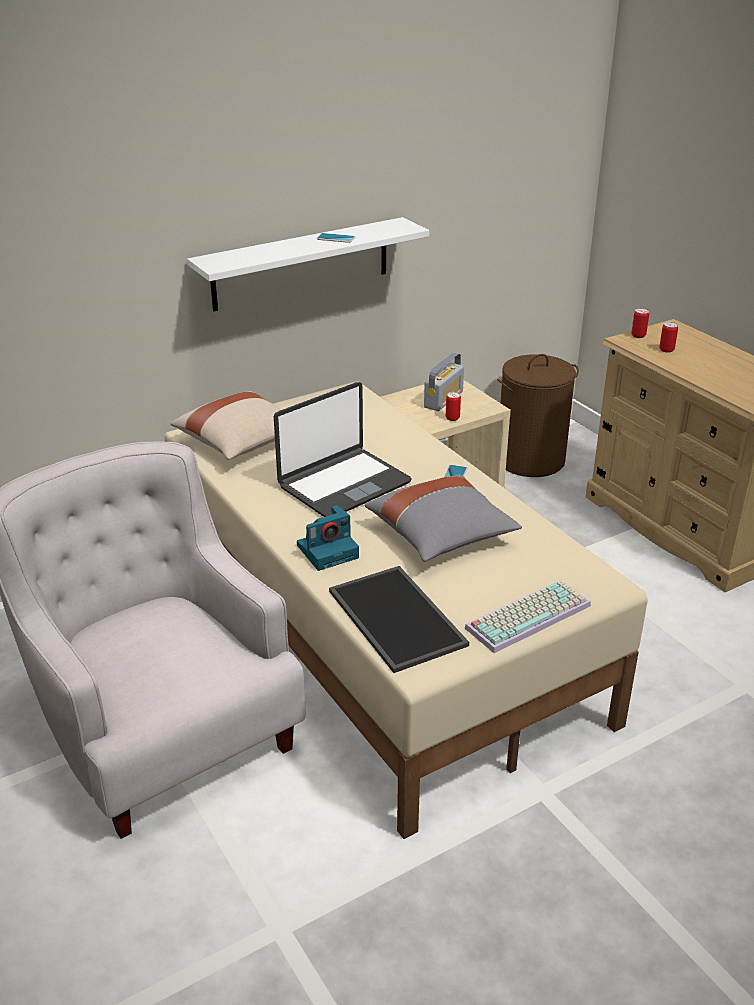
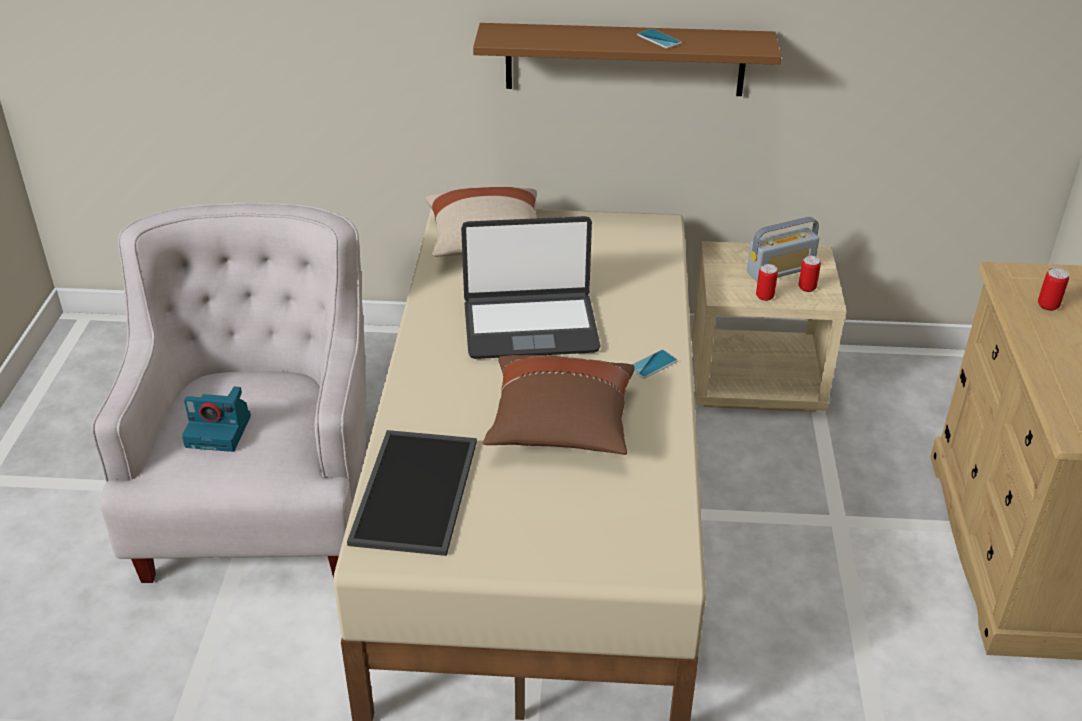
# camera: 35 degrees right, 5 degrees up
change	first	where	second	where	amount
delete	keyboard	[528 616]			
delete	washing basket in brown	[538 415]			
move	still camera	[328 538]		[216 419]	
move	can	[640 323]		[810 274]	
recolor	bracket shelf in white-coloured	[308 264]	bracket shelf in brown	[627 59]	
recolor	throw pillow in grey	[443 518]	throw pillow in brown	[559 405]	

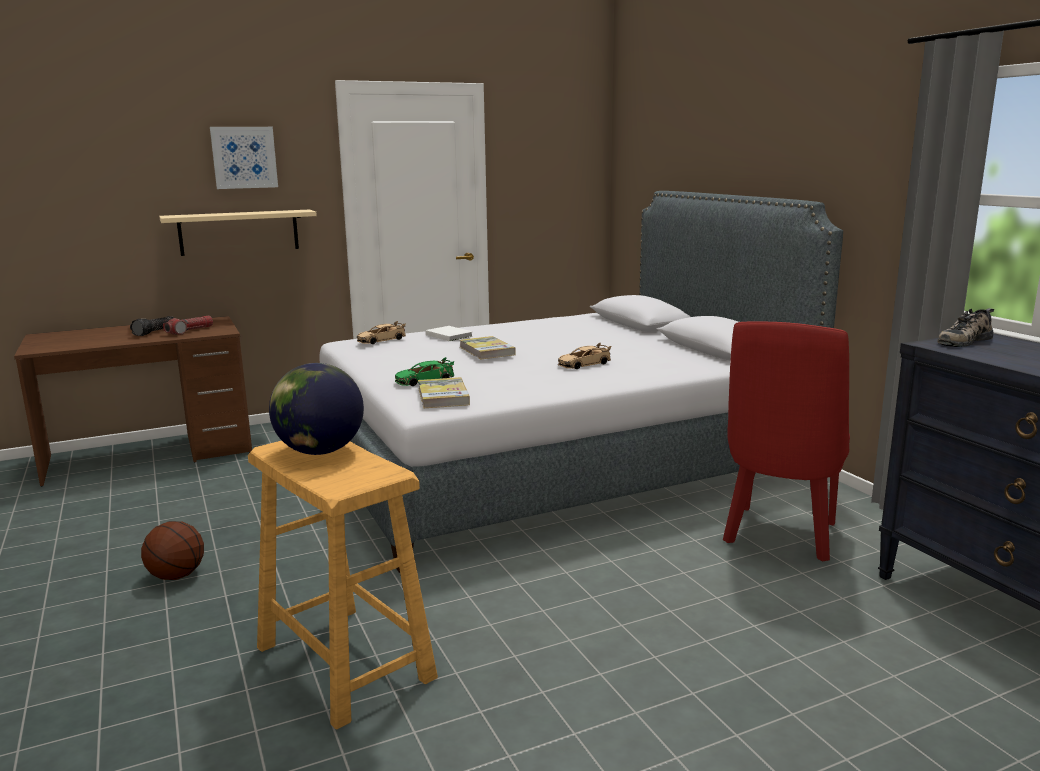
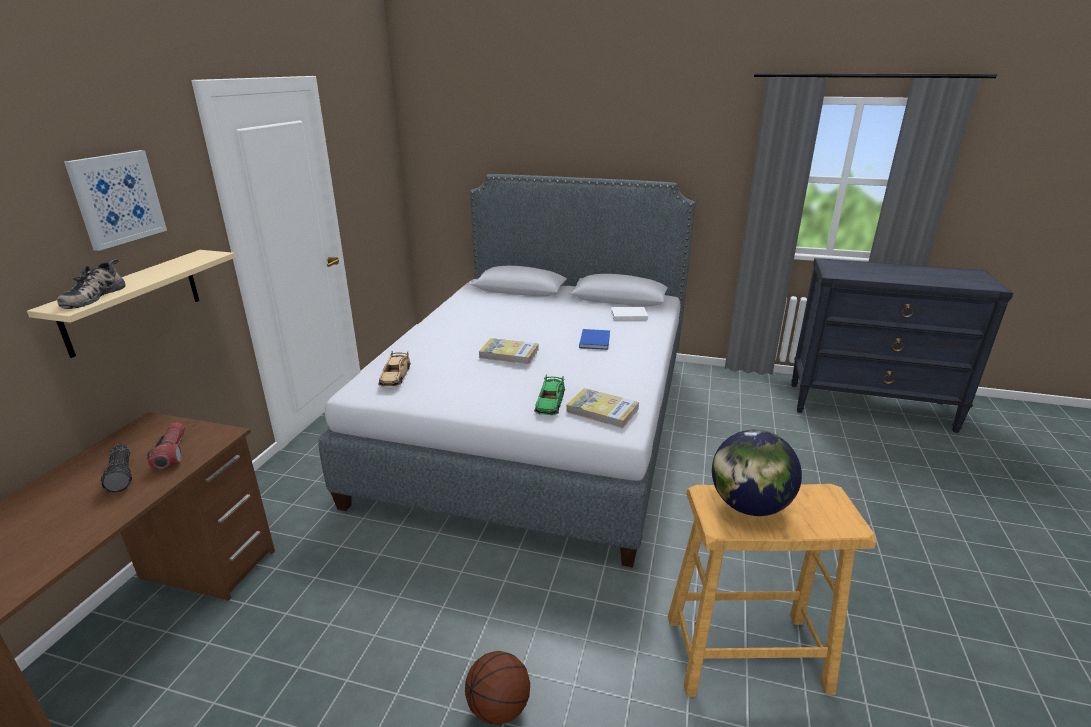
# camera: 50 degrees left, 10 degrees up
change	first	where	second	where	amount
delete	upright chair in red-coloured	[786 441]			
move	book in white-coloured	[449 333]		[629 313]	
move	shoe	[965 327]		[91 284]	
replace	model car in beige-coloured	[584 356]	book in bluish	[594 339]	

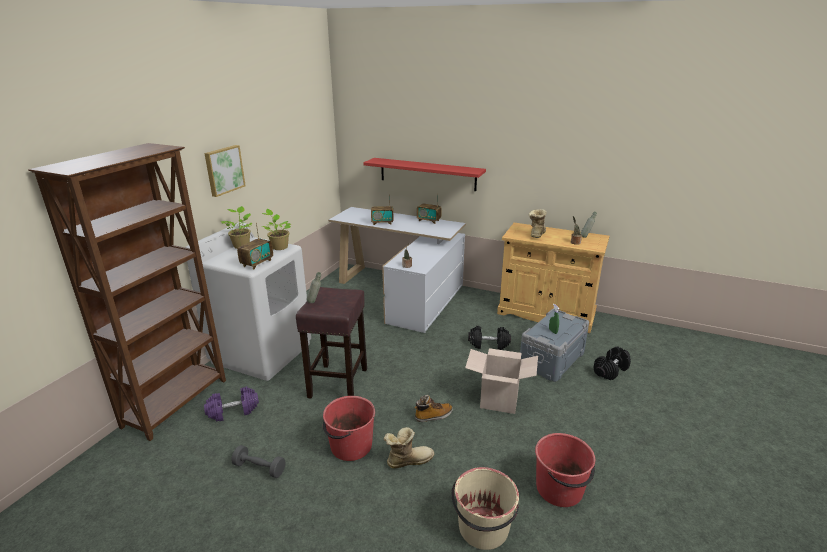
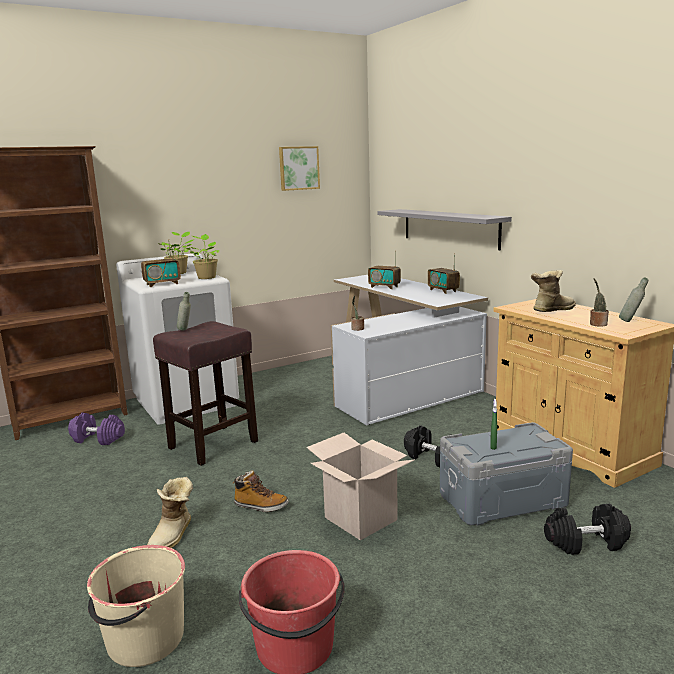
# camera: 35 degrees right, 10 degrees down
change	first	where	second	where	amount
delete	free weight in grey	[258 461]			
delete	water bucket in red-coloured	[349 428]			
move	picture	[225 171]		[299 168]	
recolor	bracket shelf in red-coloured	[424 174]	bracket shelf in grey	[444 229]	
rotate	high-top boot	[409 447]		[170 513]	90 degrees clockwise

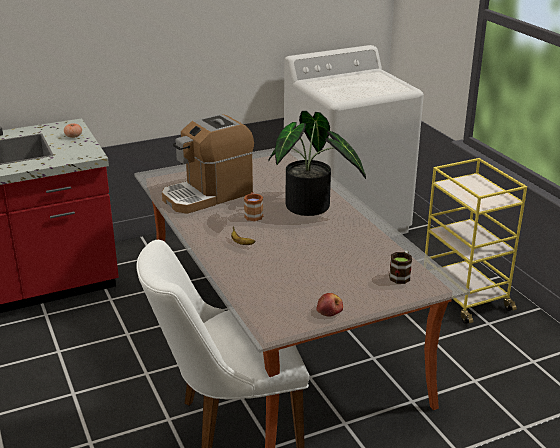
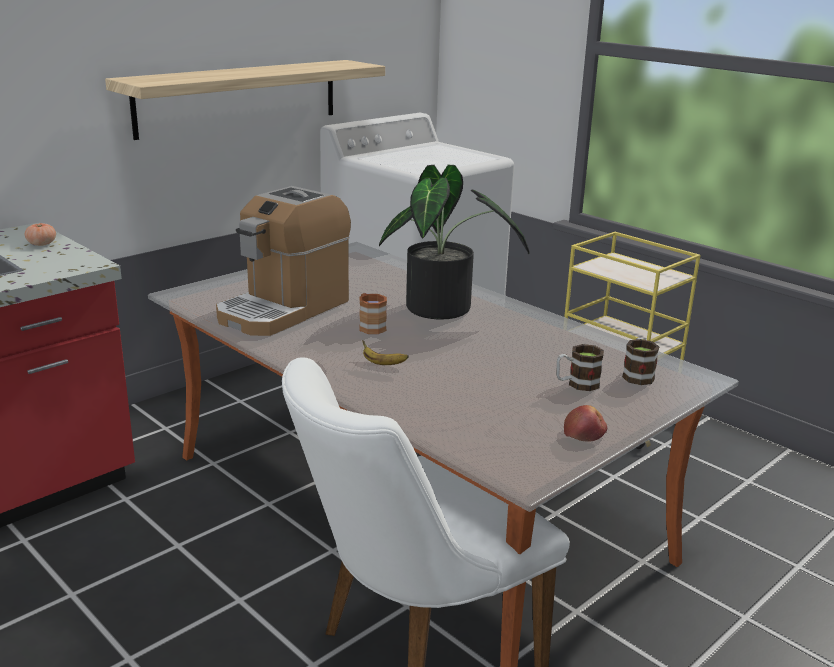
# camera: 20 degrees left, 5 degrees down
change	first	where	second	where	amount
insert			bracket shelf	[245 100]	
insert			mug	[580 367]	

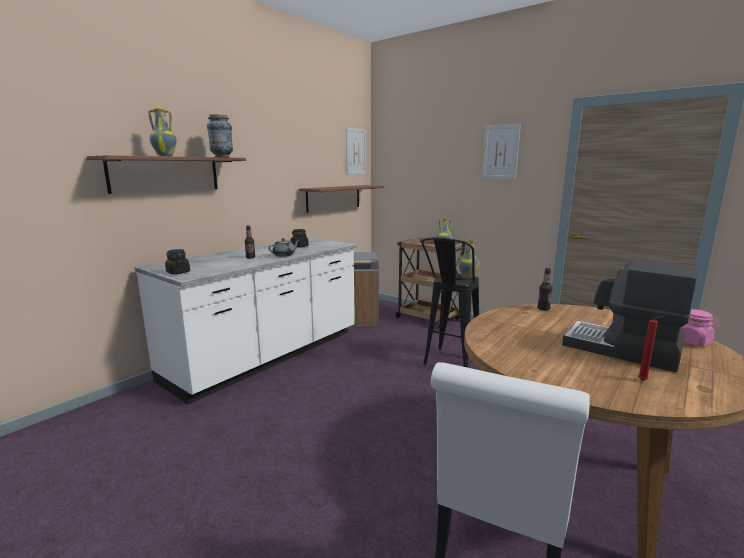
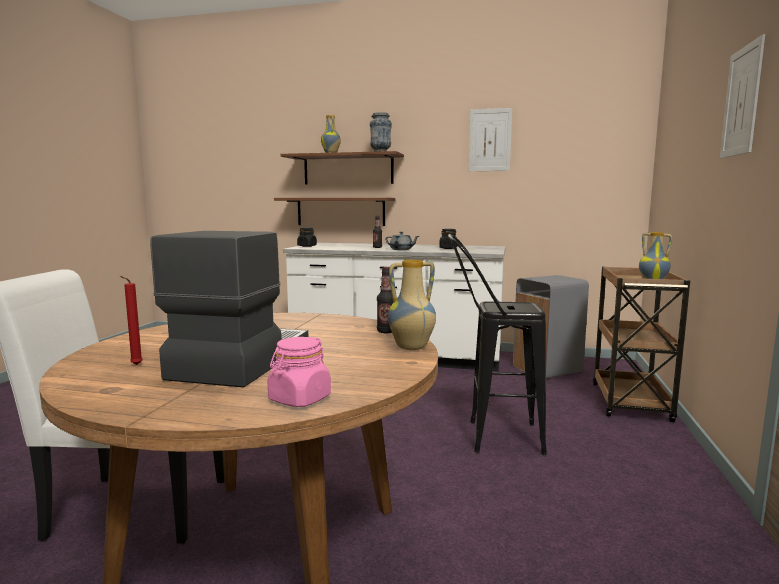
# camera: 65 degrees right, 5 degrees down
change	first	where	second	where	amount
move	bracket shelf in brown	[341 199]		[334 212]	
move	picture	[356 151]		[490 139]	
move	flower vase	[468 259]		[412 305]	

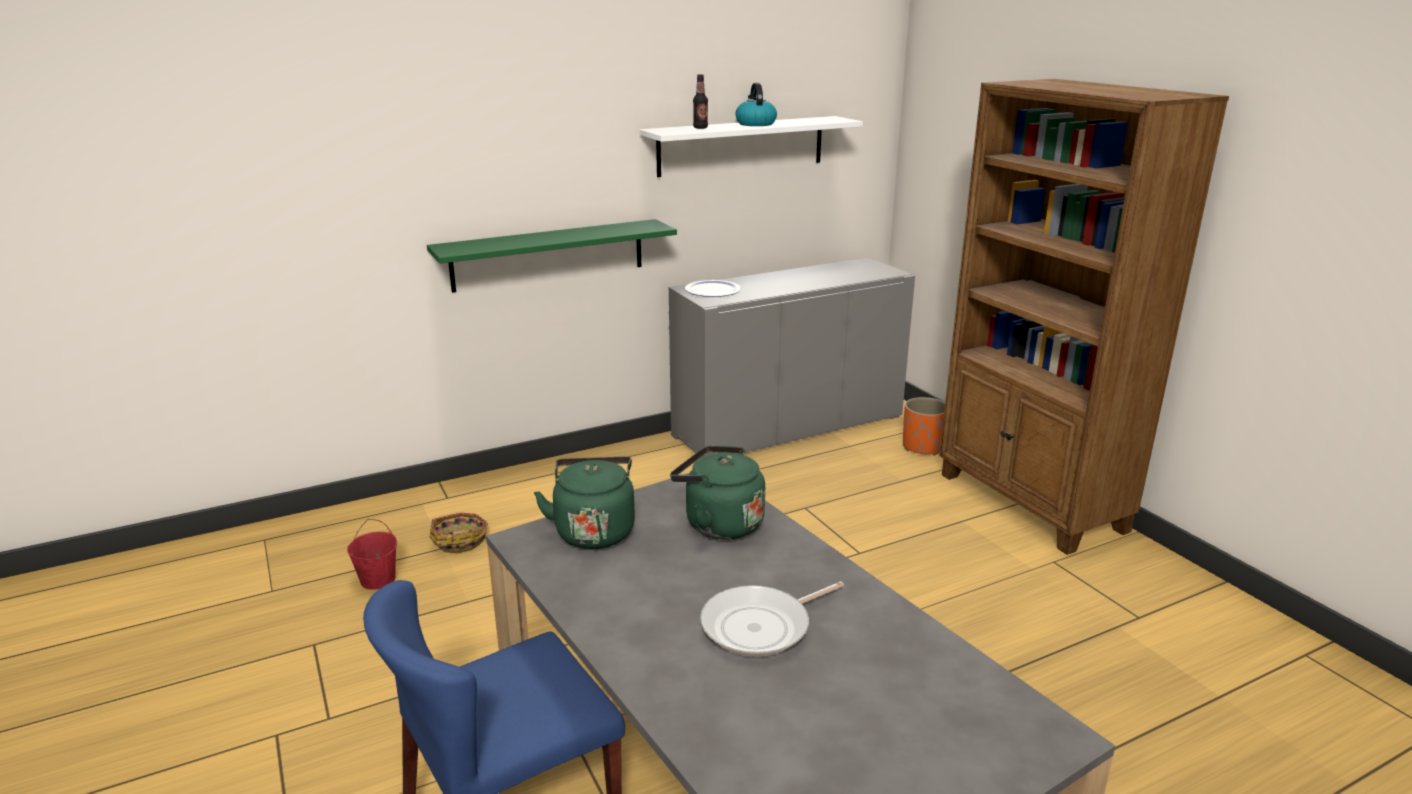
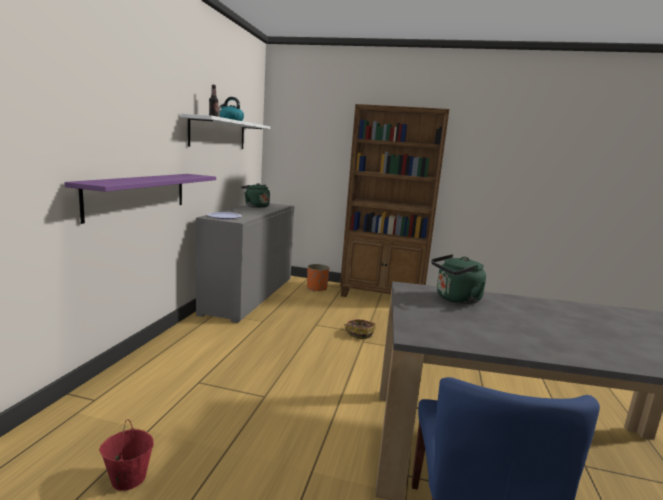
# camera: 50 degrees left, 10 degrees down
change	first	where	second	where	amount
delete	pan	[772 619]			
move	household basket	[458 532]		[360 329]	
move	tea kettle in green-coloured	[584 503]		[255 195]	
recolor	bracket shelf in green-coloured	[552 256]	bracket shelf in purple	[140 199]	

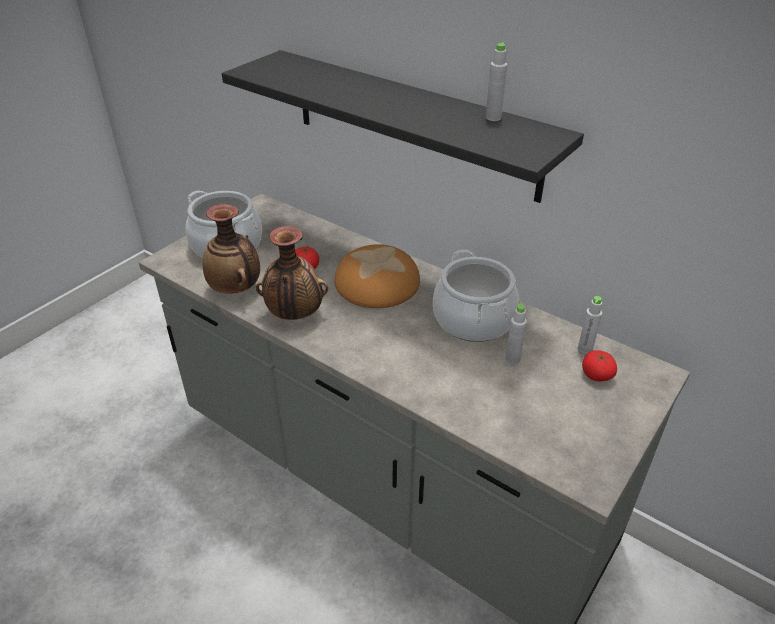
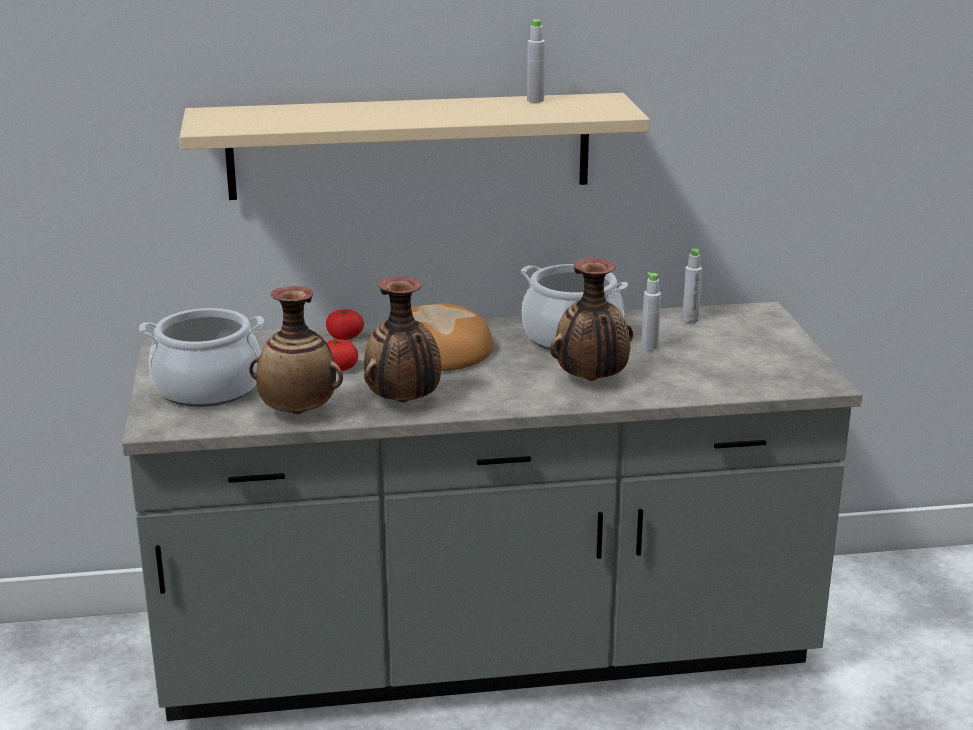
# camera: 45 degrees left, 15 degrees down
change	first	where	second	where	amount
insert			flower vase	[591 319]	
move	tomato	[599 365]		[345 324]	
recolor	bracket shelf in blackish	[403 126]	bracket shelf in beige-coloured	[414 146]	

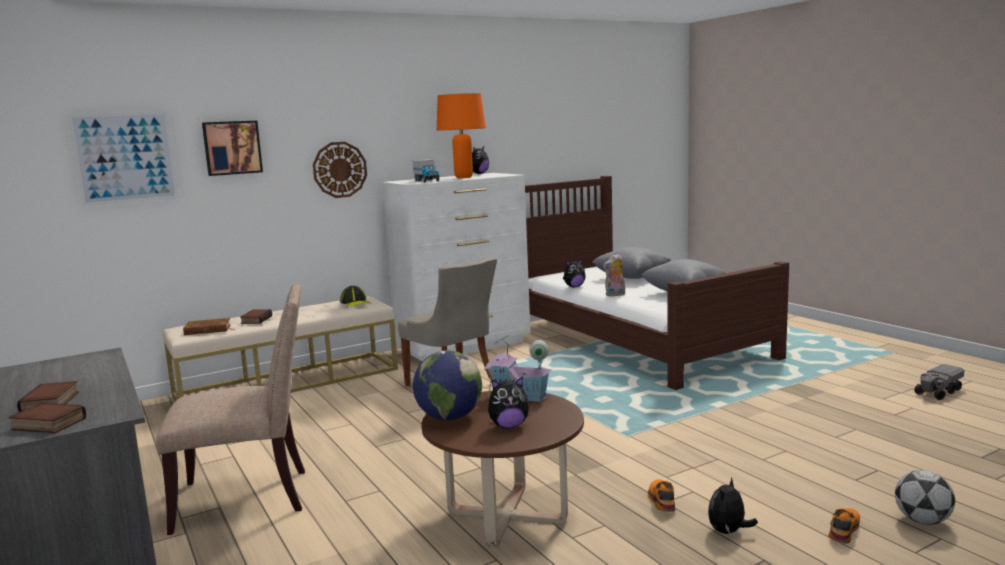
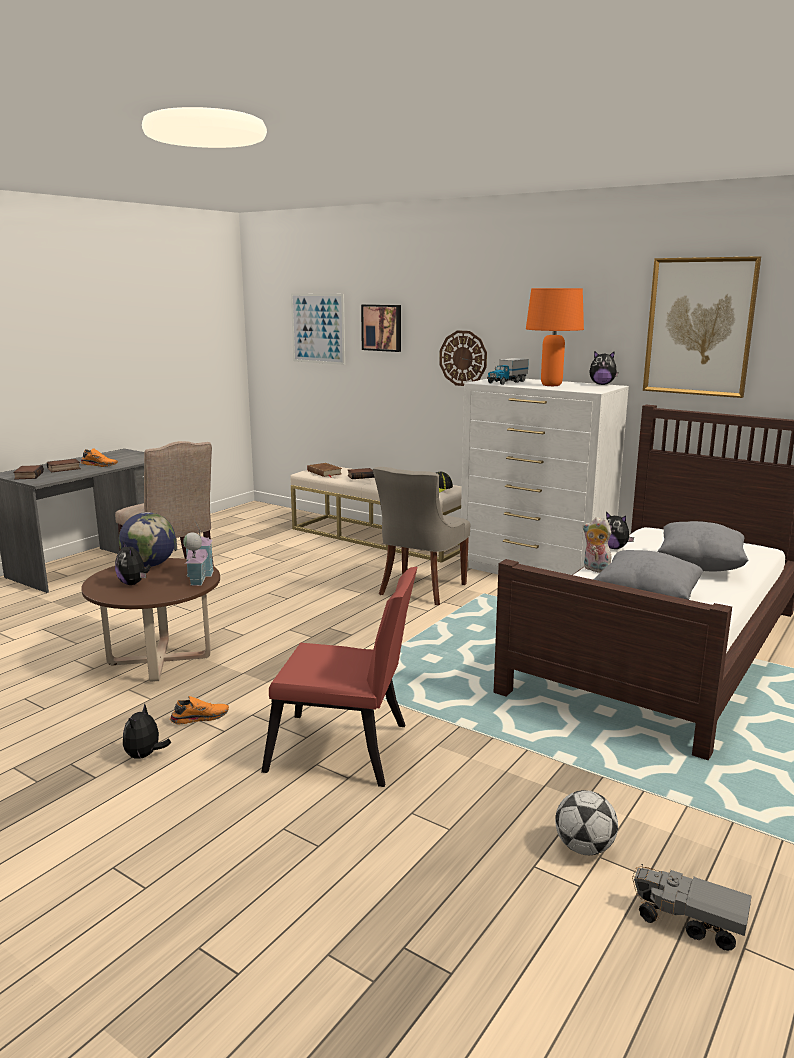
# camera: 65 degrees right, 5 degrees up
change	first	where	second	where	amount
insert			upright chair in red-coloured	[339 677]	
insert			picture	[702 327]	
move	shoe in orangey	[844 526]		[99 457]	
move	football ball	[925 497]		[586 822]	
rotate	plush toy	[733 505]		[147 731]	90 degrees counterclockwise

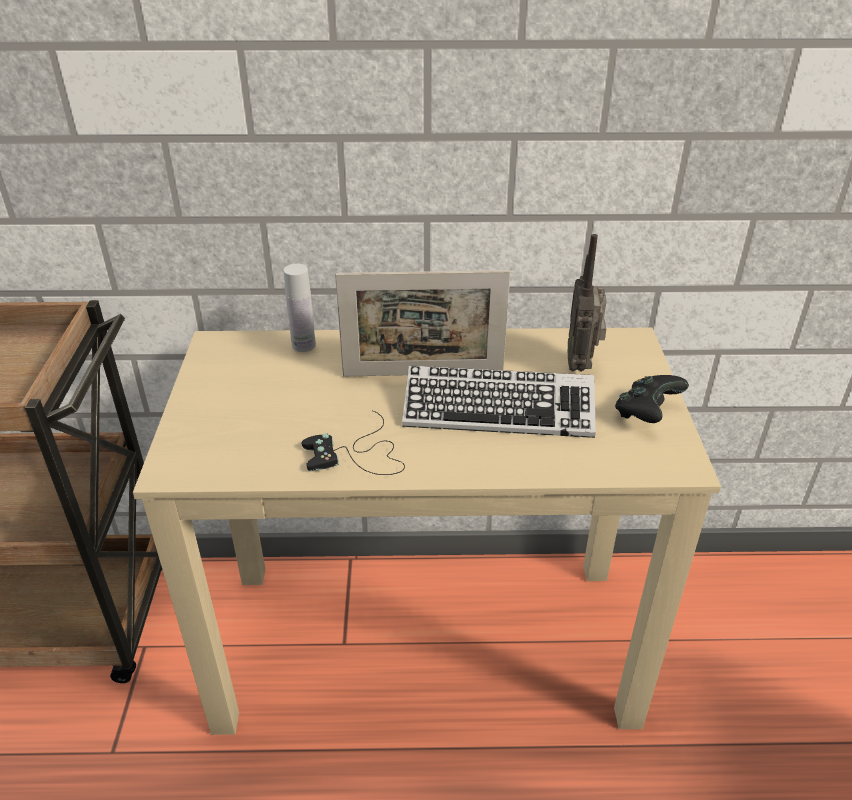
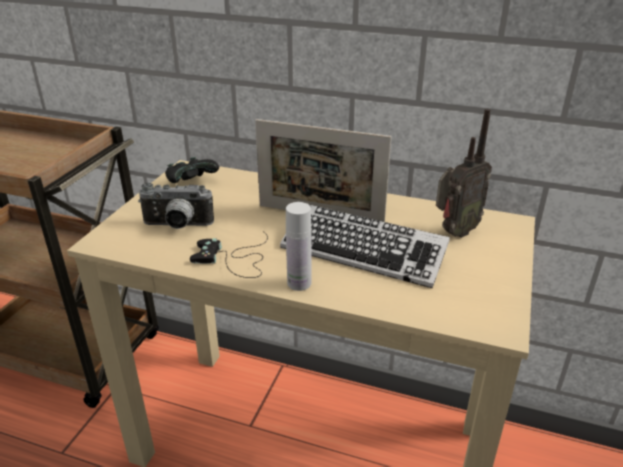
# camera: 20 degrees right, 5 degrees down
change	first	where	second	where	amount
insert			still camera	[176 206]	
move	bottle in white-coloured	[300 308]		[299 246]	
move	joypad in blackish	[652 399]		[192 170]	
rotate	radio receiver	[587 303]		[464 173]	150 degrees counterclockwise

